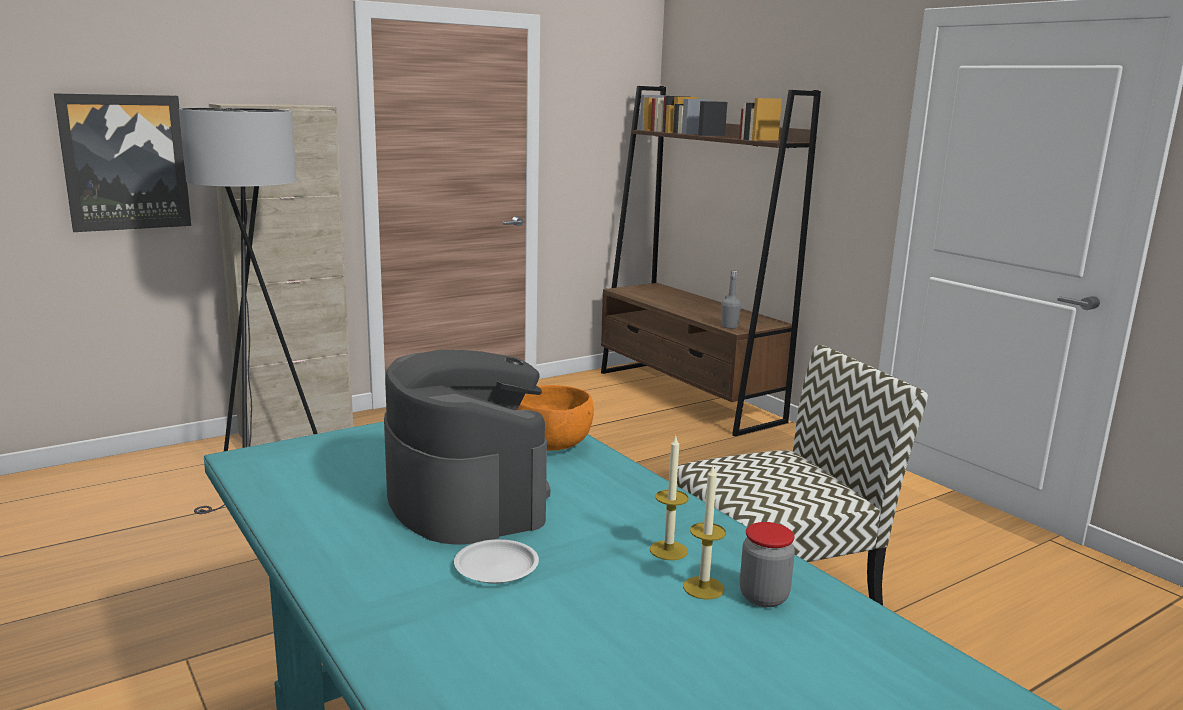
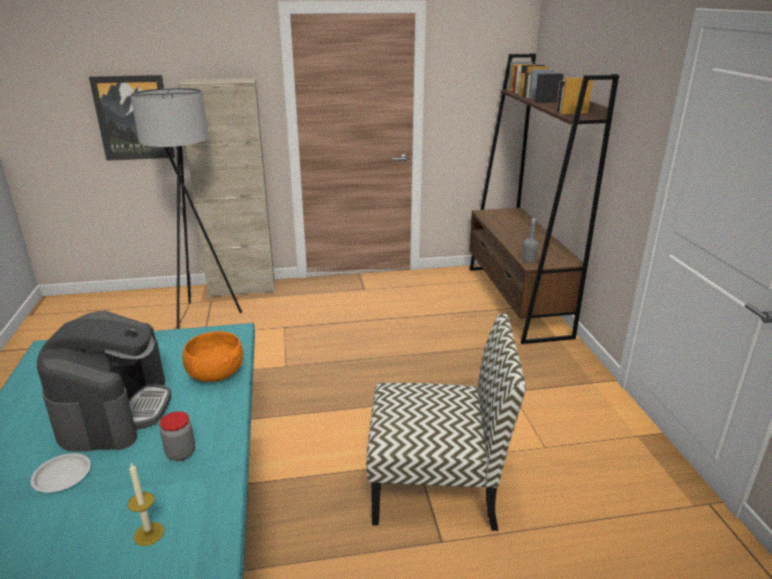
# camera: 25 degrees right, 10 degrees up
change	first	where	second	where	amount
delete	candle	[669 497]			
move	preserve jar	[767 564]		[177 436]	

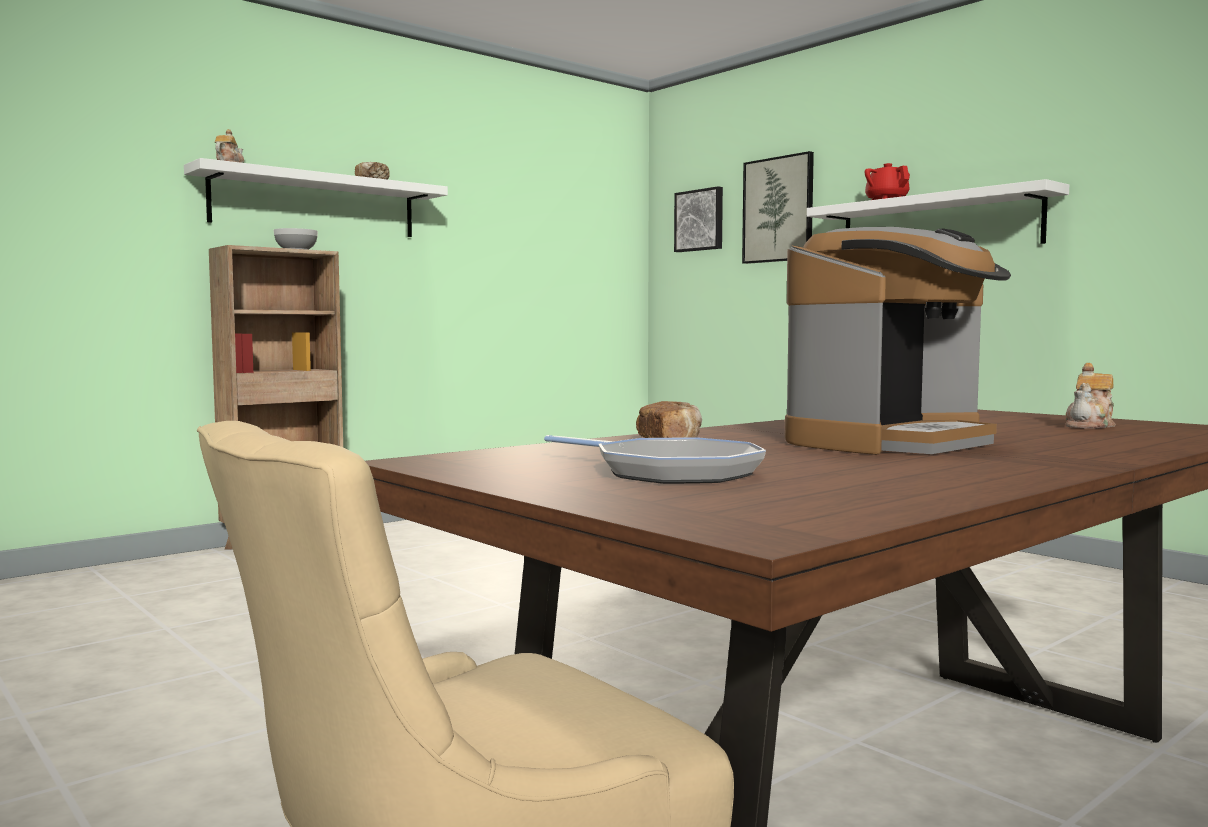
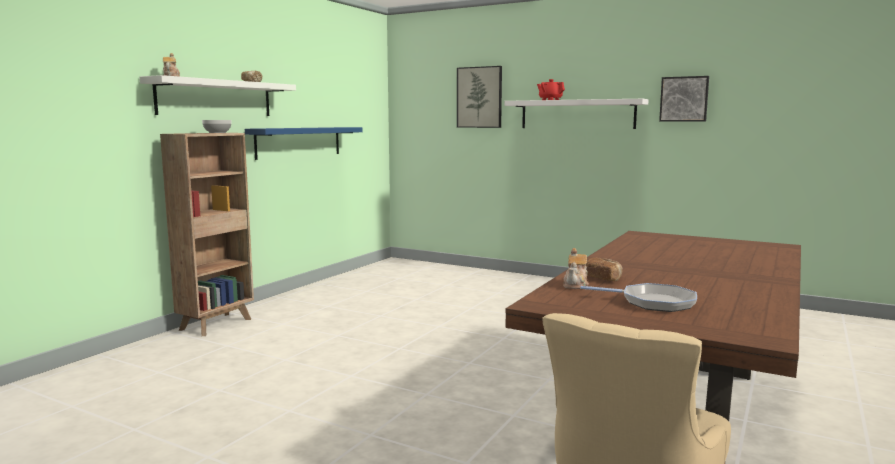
# camera: 20 degrees left, 5 degrees up
change	first	where	second	where	amount
delete	coffee machine	[898 341]			
insert			bracket shelf in bluish	[303 143]	
move	picture	[698 219]		[684 99]	
move	tea pot	[1091 396]		[576 268]	

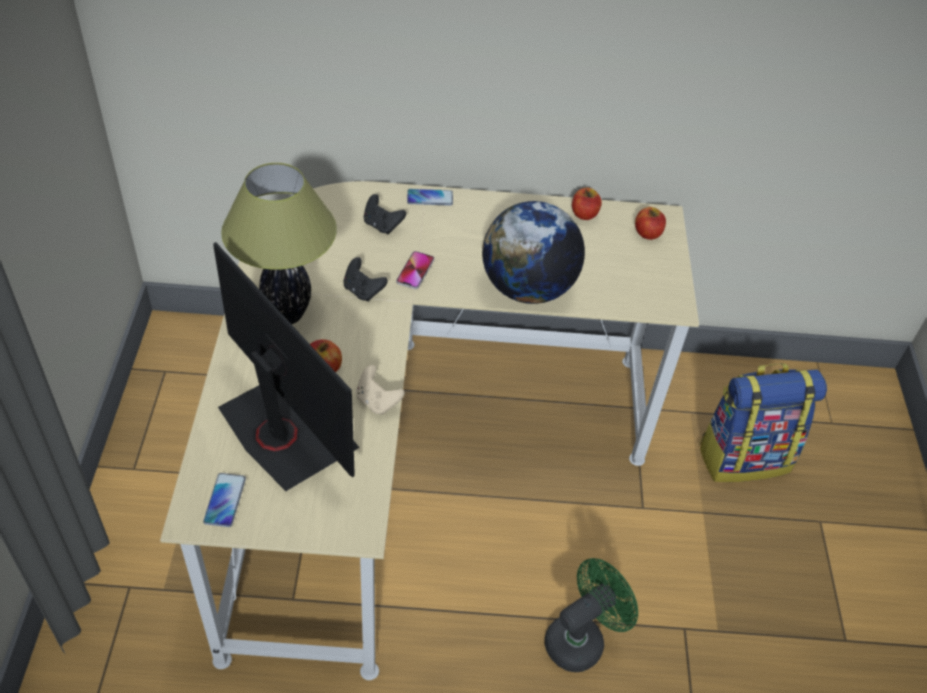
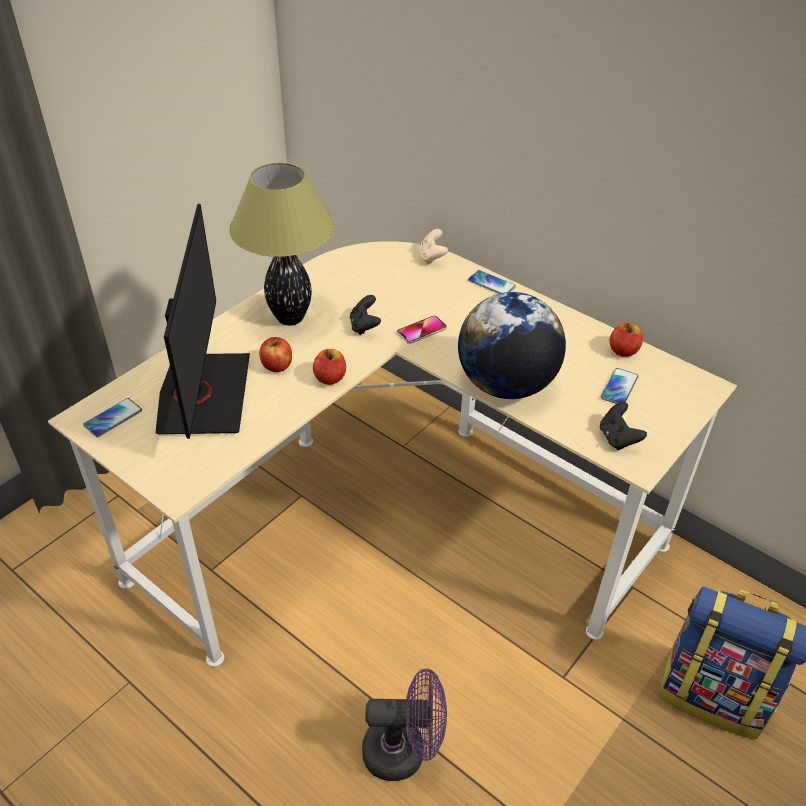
# camera: 40 degrees right, 5 degrees down
change	first	where	second	where	amount
insert			handset	[620 386]	
move	joypad in beige-coloured	[380 390]		[433 247]	
move	joypad in blackish	[385 214]		[623 426]	
move	apple fruit	[650 223]		[329 367]	
recolor	fan in green-coloured	[591 615]	fan in purple	[404 725]	

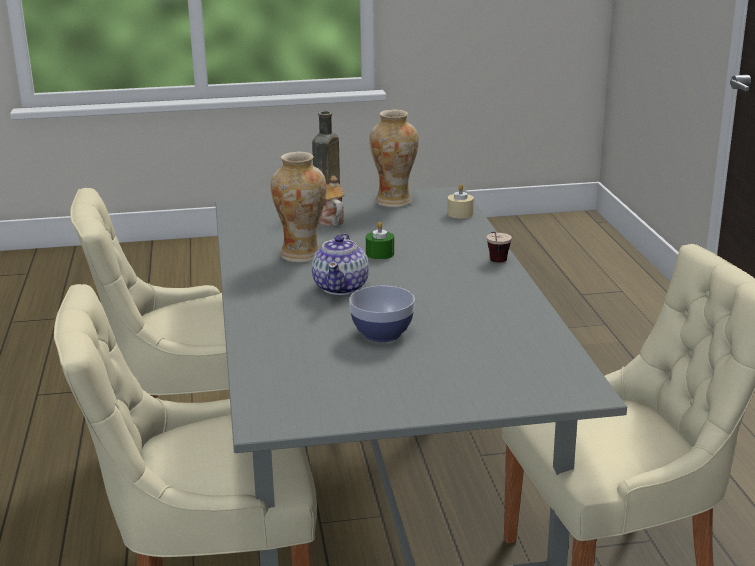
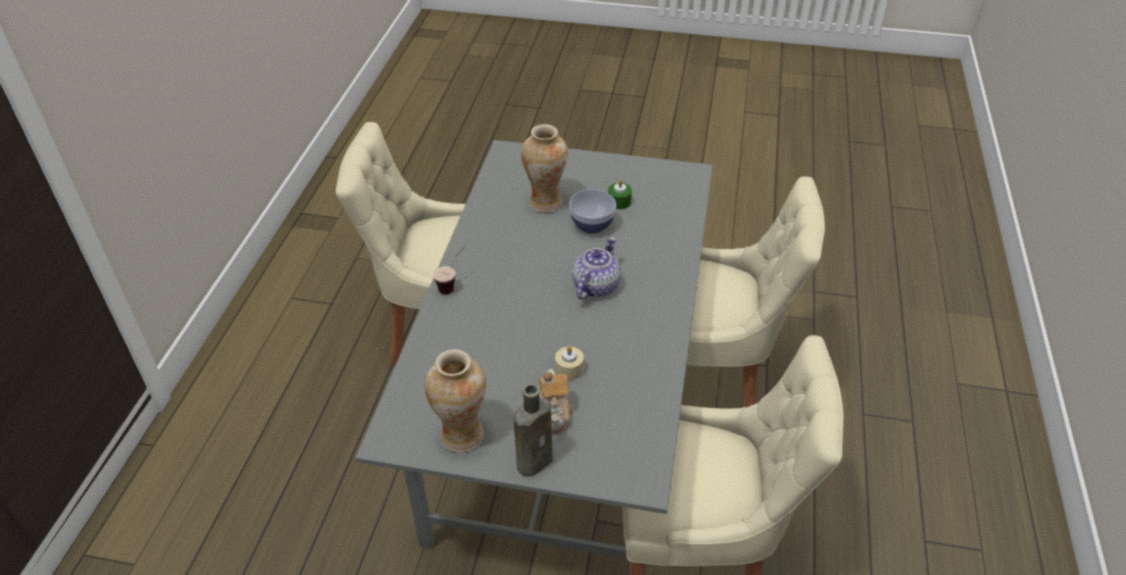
# camera: 160 degrees left, 20 degrees up
change	first	where	second	where	amount
move	flower vase	[298 207]		[544 168]	
move	candle in green-coloured	[380 240]		[620 194]	
move	candle in beige-coloured	[460 201]		[569 363]	

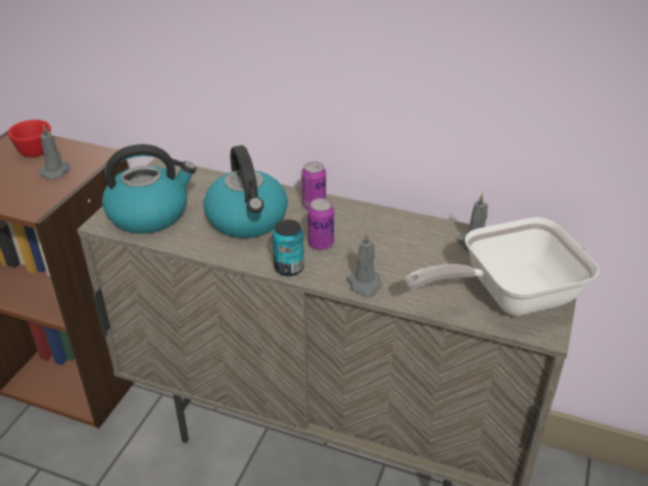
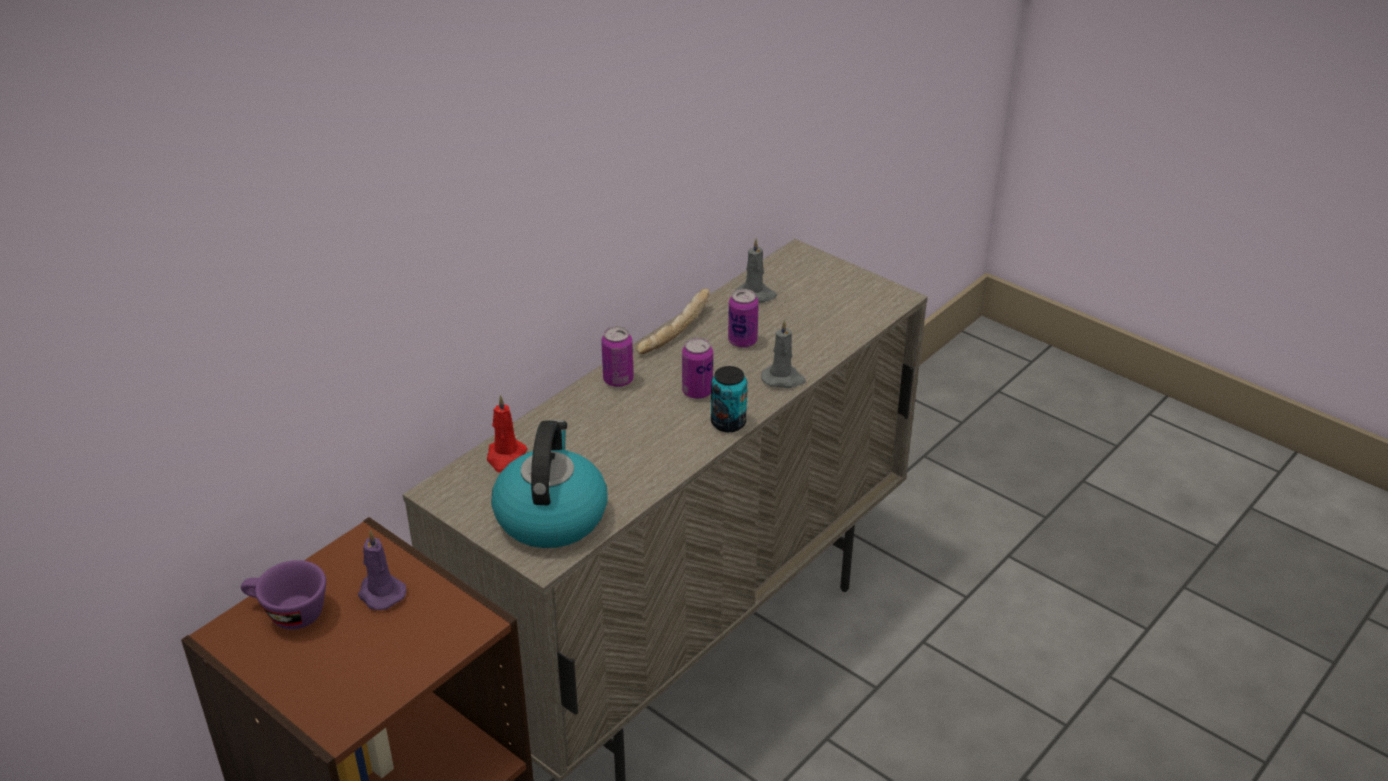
# camera: 70 degrees left, 0 degrees up
change	first	where	second	where	amount
delete	tea kettle	[246 191]			
delete	pan	[502 266]			
insert			candle in red-coloured	[507 434]	
insert			bakery bread	[673 321]	
insert			can	[743 318]	
recolor	small cup in red-coloured	[29 138]	small cup in purple	[283 594]	
recolor	candle in grey	[54 151]	candle in purple	[382 570]	

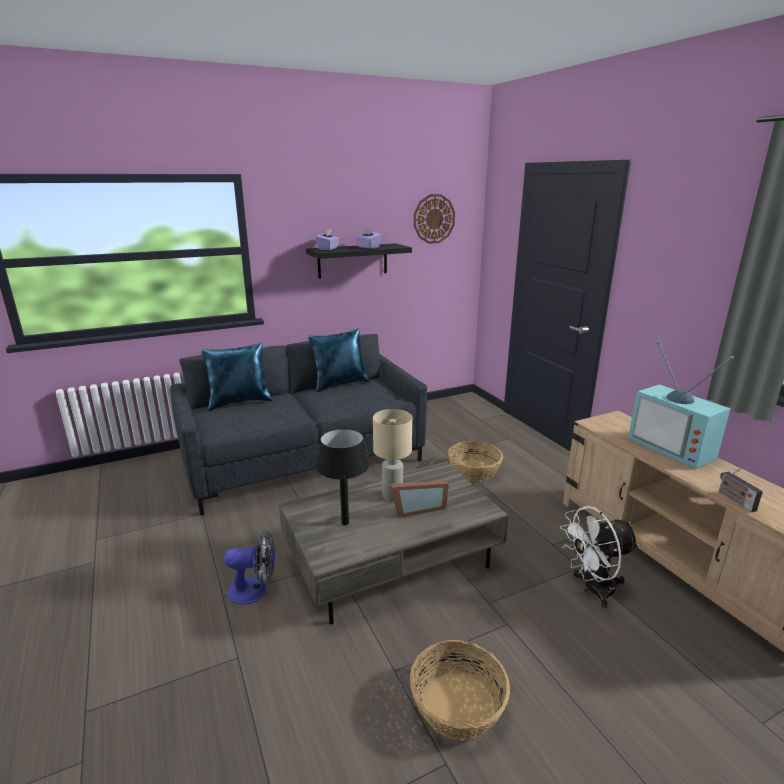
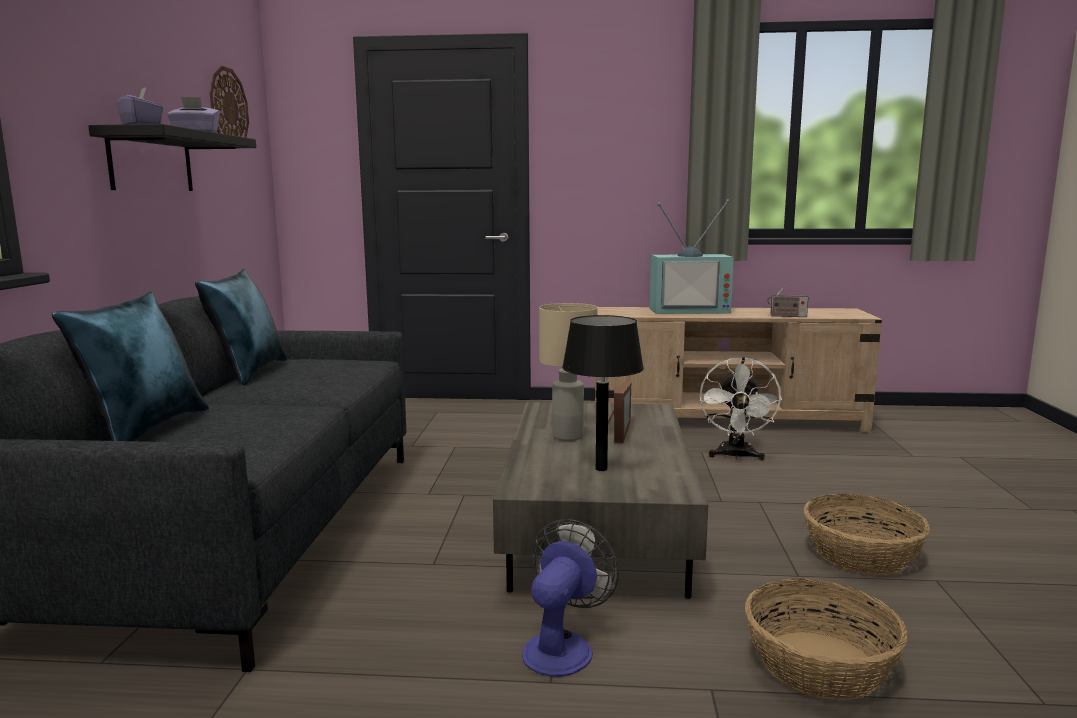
# camera: 60 degrees left, 10 degrees down
change	first	where	second	where	amount
move	household basket	[475 461]		[826 640]	

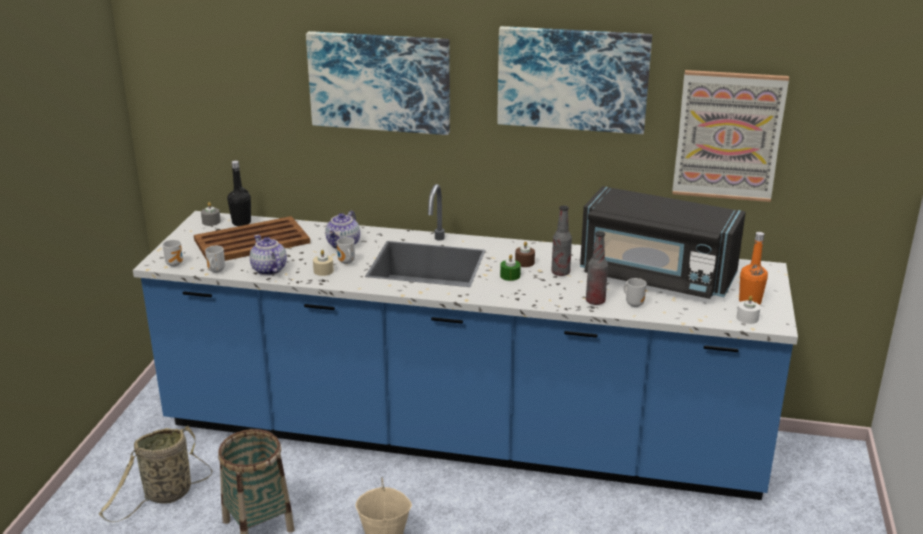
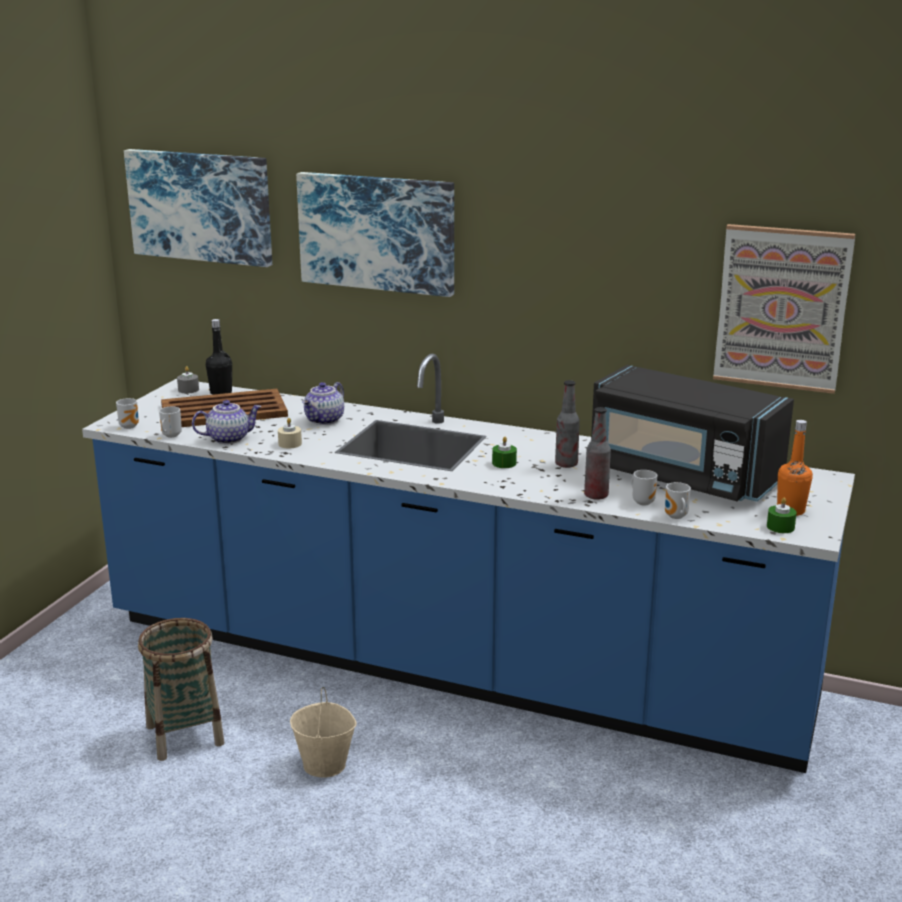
# camera: 10 degrees right, 5 degrees down
change	first	where	second	where	amount
delete	household basket	[156 473]			
delete	candle in brown	[525 254]			
move	mug	[346 250]		[678 500]	
move	picture	[574 80]		[198 208]	
recolor	candle in white-coloured	[748 310]	candle in green-coloured	[782 515]	
rotate	tea pot	[268 255]		[227 422]	90 degrees clockwise

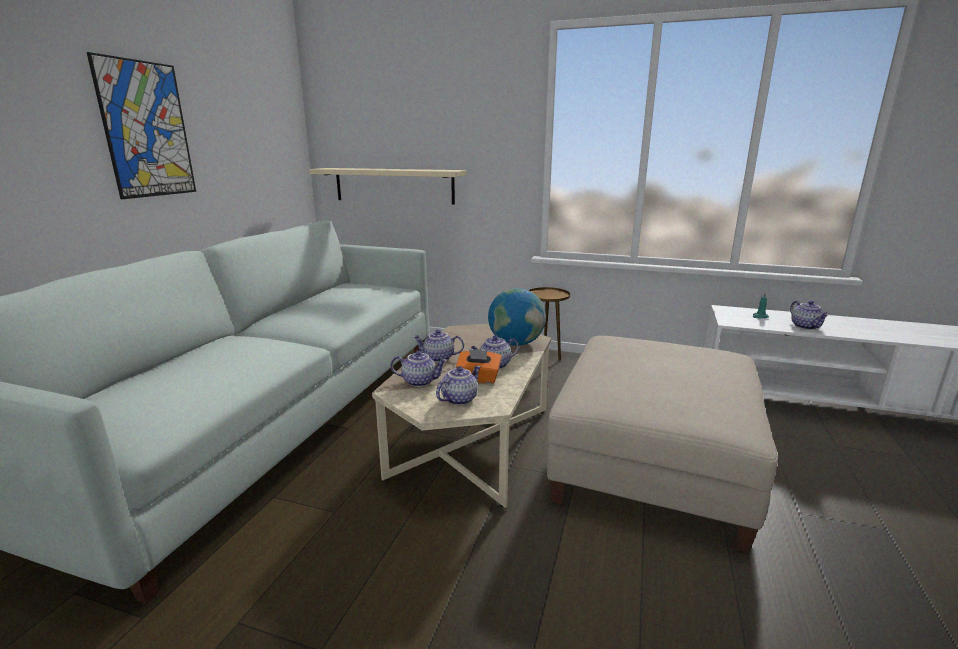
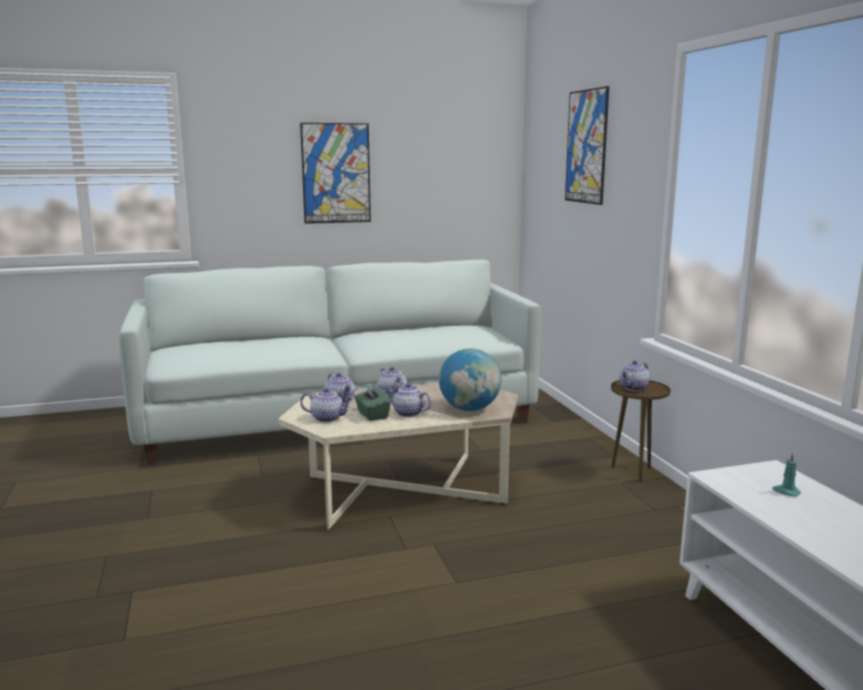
# camera: 55 degrees right, 5 degrees down
change	first	where	second	where	amount
delete	bracket shelf in beige-coloured	[387 186]			
delete	pouffe in beige-coloured	[662 444]			
insert			picture	[587 145]	
move	tea pot	[809 315]		[634 375]	
recolor	tissue holder in orangey	[479 366]	tissue holder in green-coloured	[372 402]	

